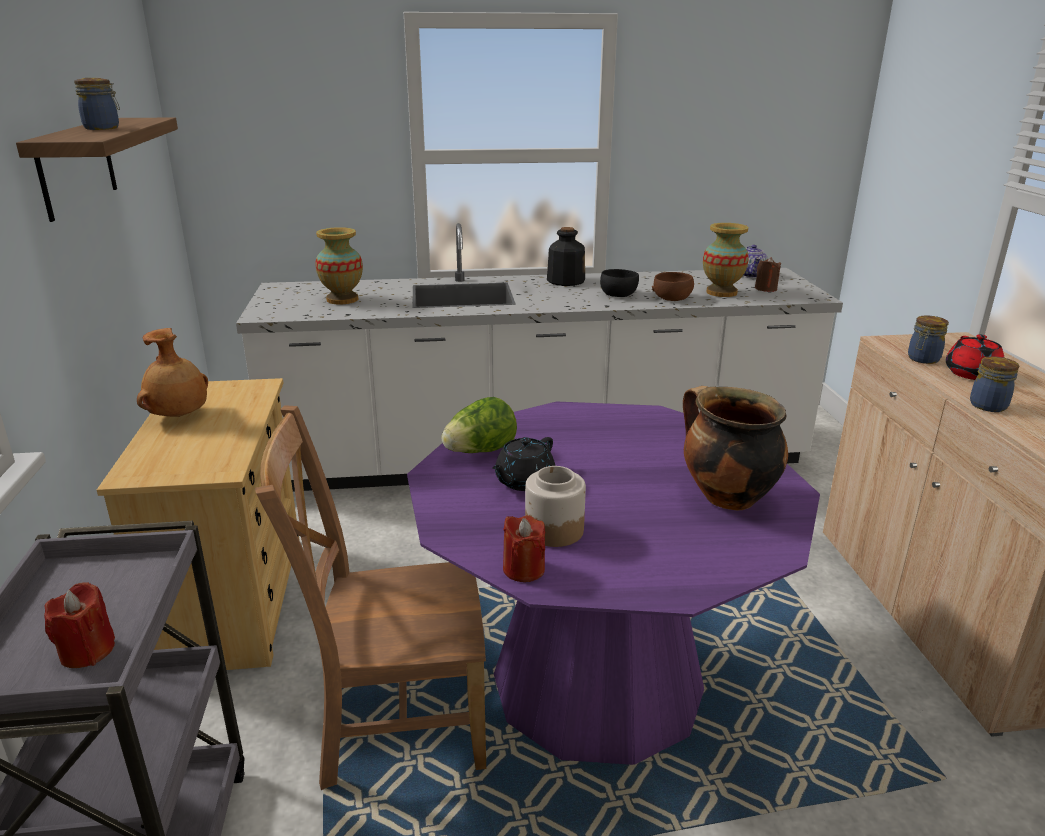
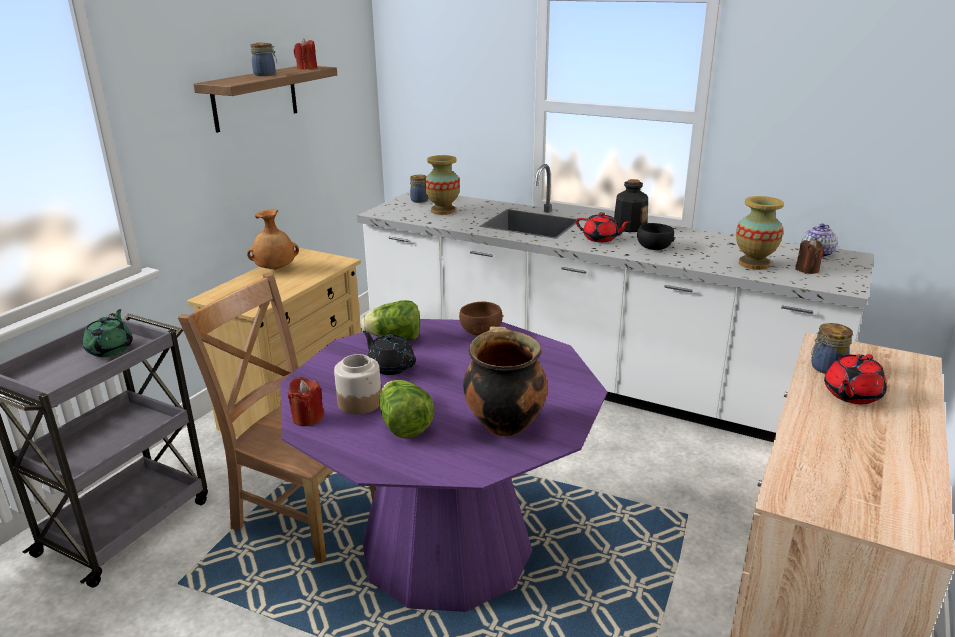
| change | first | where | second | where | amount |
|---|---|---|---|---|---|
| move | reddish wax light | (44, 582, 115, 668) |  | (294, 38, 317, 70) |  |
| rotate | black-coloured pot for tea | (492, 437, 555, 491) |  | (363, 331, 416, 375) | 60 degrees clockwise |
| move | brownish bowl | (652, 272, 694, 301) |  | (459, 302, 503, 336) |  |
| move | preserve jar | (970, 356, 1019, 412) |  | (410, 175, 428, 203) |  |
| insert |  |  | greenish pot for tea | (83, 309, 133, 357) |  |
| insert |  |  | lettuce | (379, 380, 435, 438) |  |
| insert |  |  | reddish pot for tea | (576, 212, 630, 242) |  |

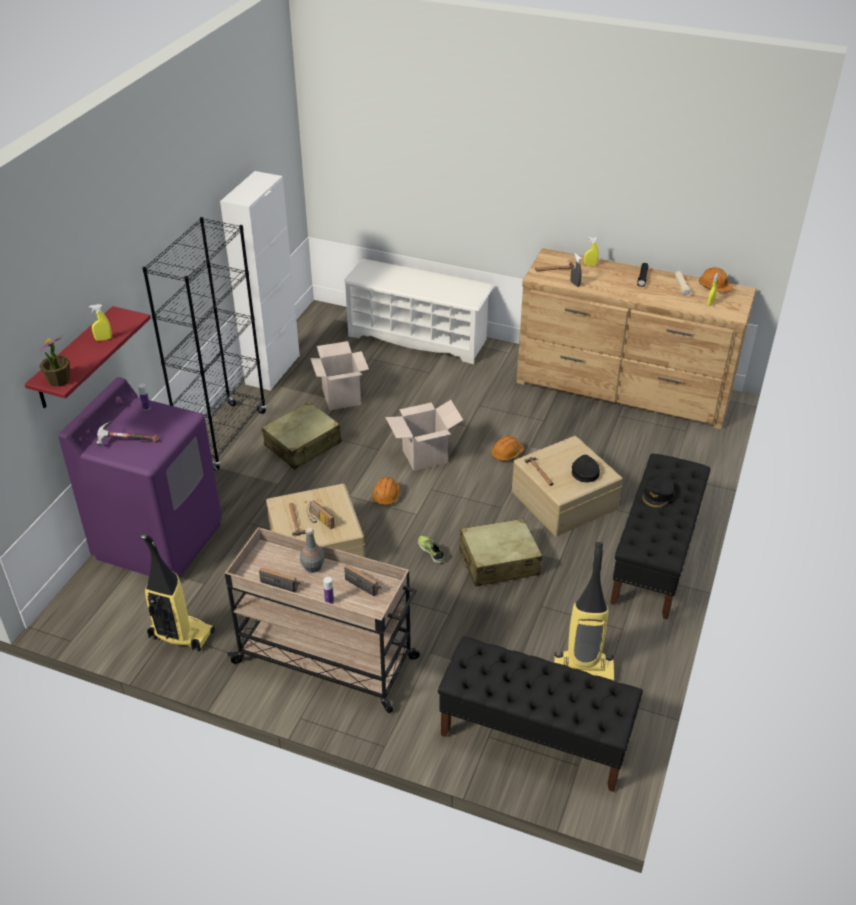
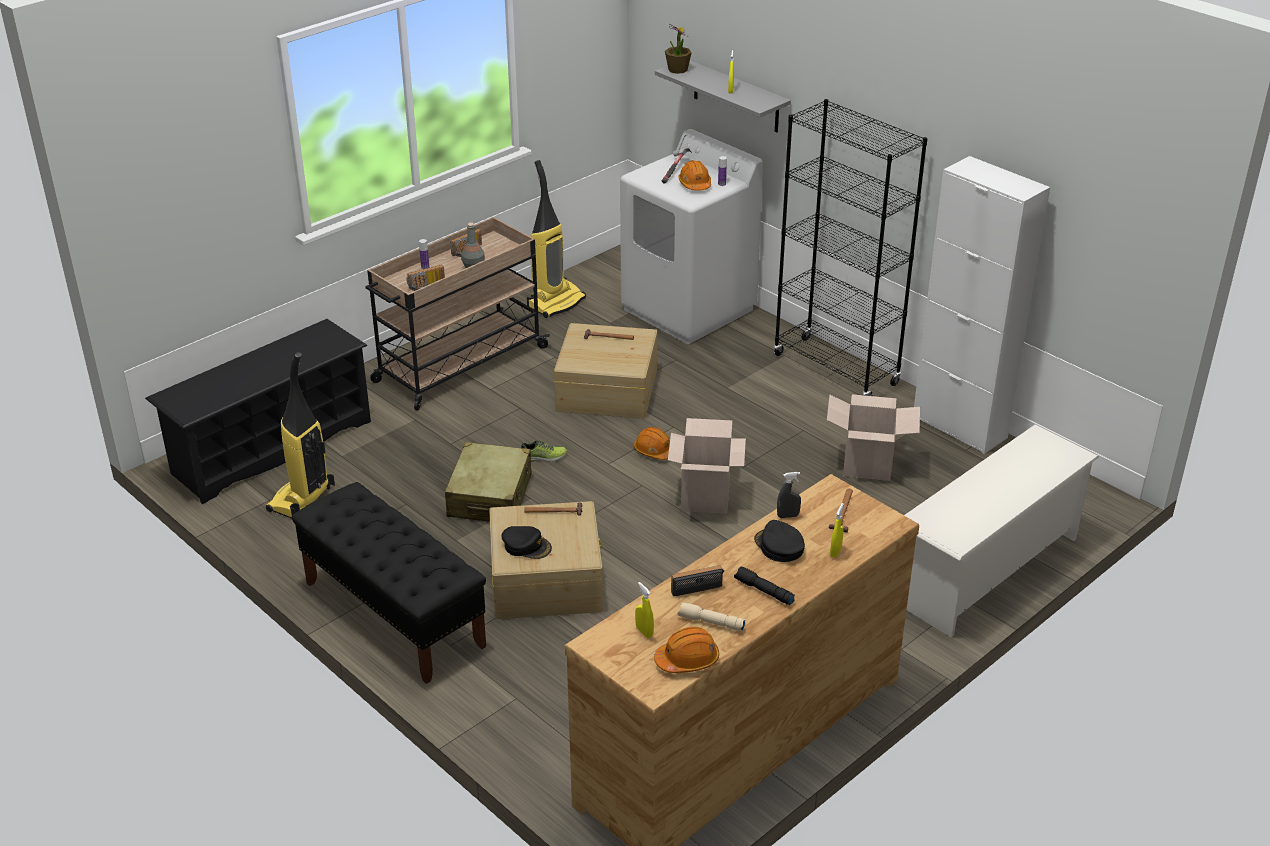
| change | first | where | second | where | amount |
|---|---|---|---|---|---|
| recolor | reddish wall shelf | (25, 306, 151, 408) | grey wall shelf | (655, 61, 791, 132) |  |
| recolor | purple-coloured laundry appliance | (58, 377, 222, 578) | whitish laundry appliance | (620, 129, 763, 344) |  |
| delete | sand-coloured piece of luggage | (262, 401, 341, 470) |  |  |  |
| move | radio receiver | (307, 500, 334, 529) |  | (671, 565, 725, 596) |  |
| replace | black-coloured long seat | (438, 636, 643, 792) | black-coloured shoe stand | (145, 319, 371, 504) |  |
| move | orange hard hat | (491, 436, 524, 461) |  | (678, 160, 711, 191) |  |
| move | black-coloured baseball cap | (642, 477, 674, 508) |  | (754, 520, 805, 562) |  |

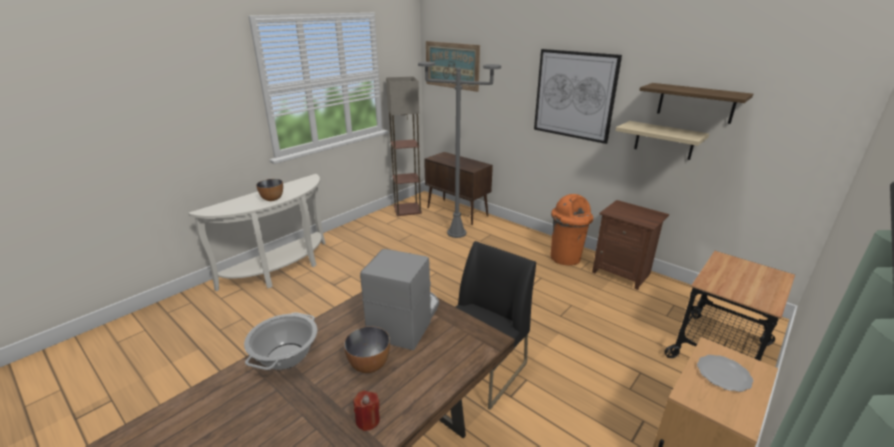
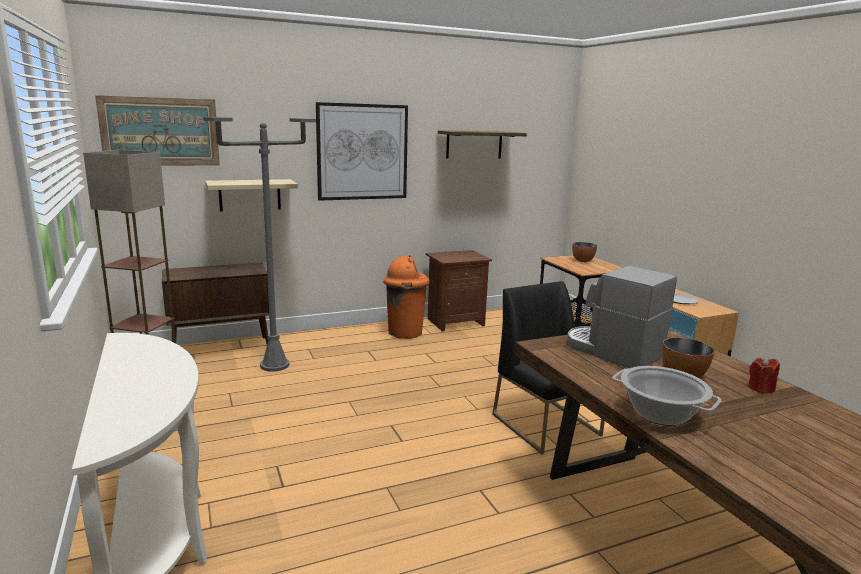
| change | first | where | second | where | amount |
|---|---|---|---|---|---|
| move | bowl | (256, 179, 283, 201) |  | (572, 242, 597, 262) |  |
| move | sand-coloured wall shelf | (615, 121, 709, 160) |  | (205, 179, 298, 211) |  |

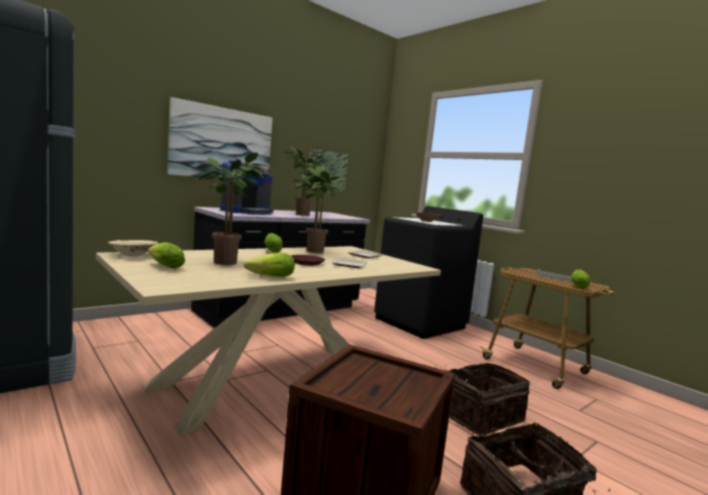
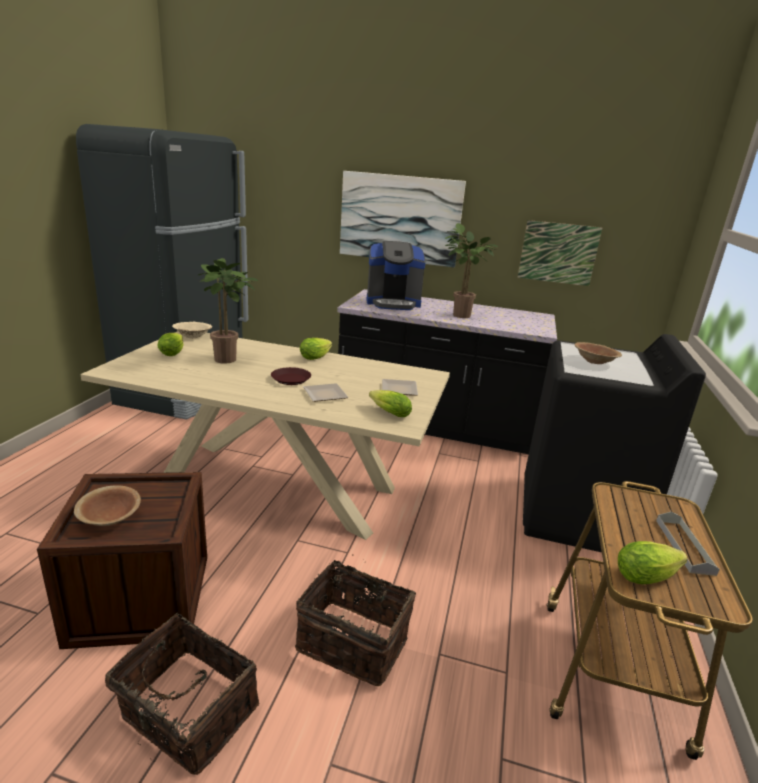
| change | first | where | second | where | amount |
|---|---|---|---|---|---|
| move | lettuce | (244, 253, 295, 277) |  | (369, 390, 412, 417) |  |
| delete | houseplant | (293, 166, 343, 253) |  |  |  |
| insert |  |  | brownish bowl | (74, 485, 141, 526) |  |

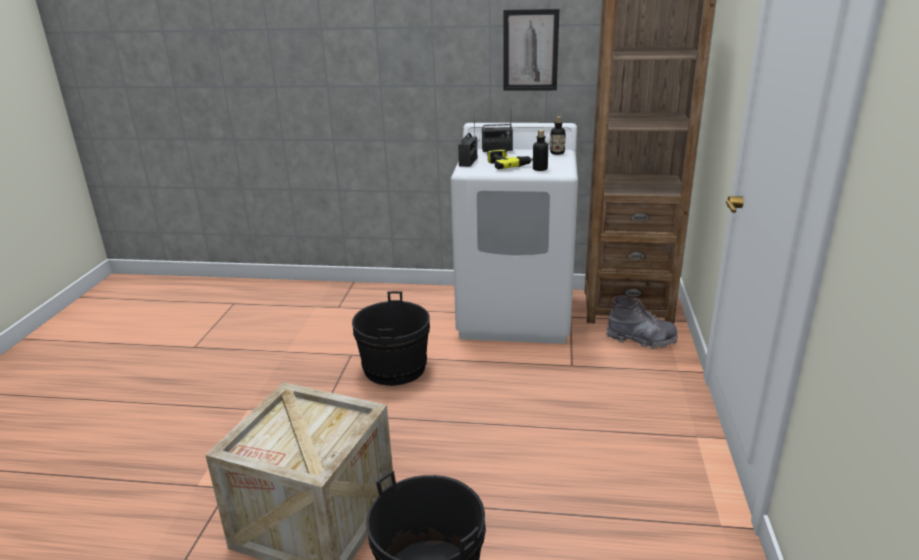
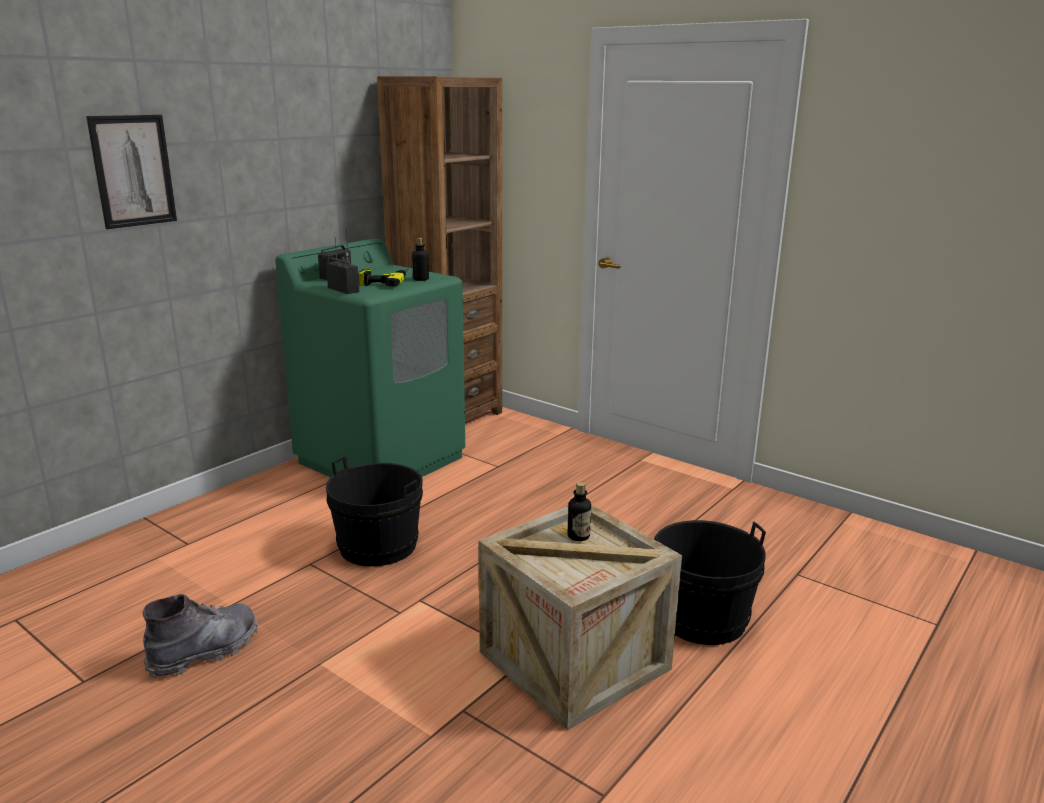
| change | first | where | second | where | amount |
|---|---|---|---|---|---|
| recolor | whitish laundry appliance | (451, 123, 578, 344) | greenish laundry appliance | (275, 238, 465, 477) |  |
| move | wall art | (503, 9, 560, 90) |  | (86, 115, 177, 229) |  |
| move | bottle | (550, 116, 566, 155) |  | (568, 482, 591, 541) |  |
| move | grey boot | (606, 295, 678, 349) |  | (143, 594, 258, 679) |  |

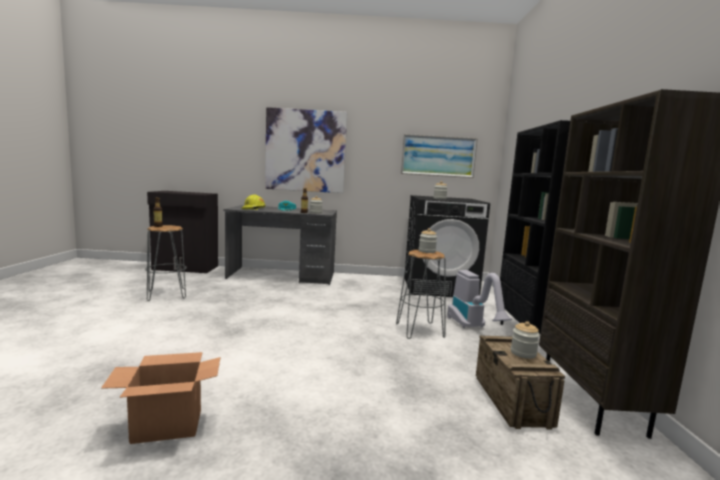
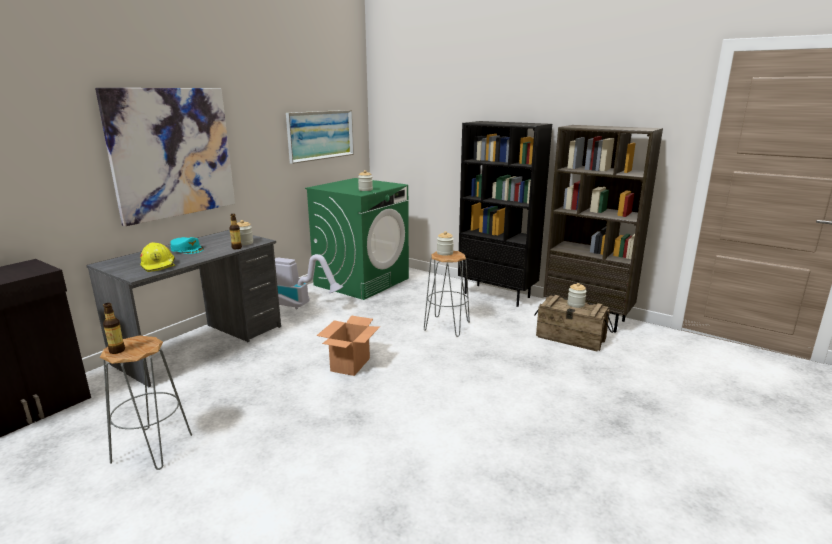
| change | first | where | second | where | amount |
|---|---|---|---|---|---|
| move | carton | (101, 352, 221, 444) |  | (316, 316, 380, 376) |  |
| recolor | black-coloured laundry appliance | (405, 195, 490, 297) | greenish laundry appliance | (305, 178, 409, 300) |  |
| move | hoover | (447, 270, 512, 328) |  | (275, 254, 343, 309) |  |

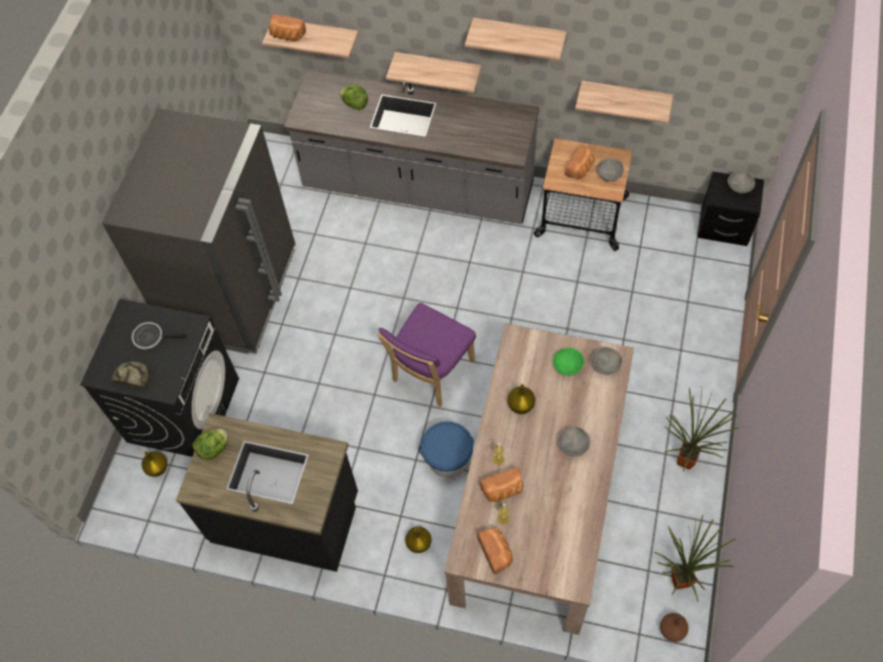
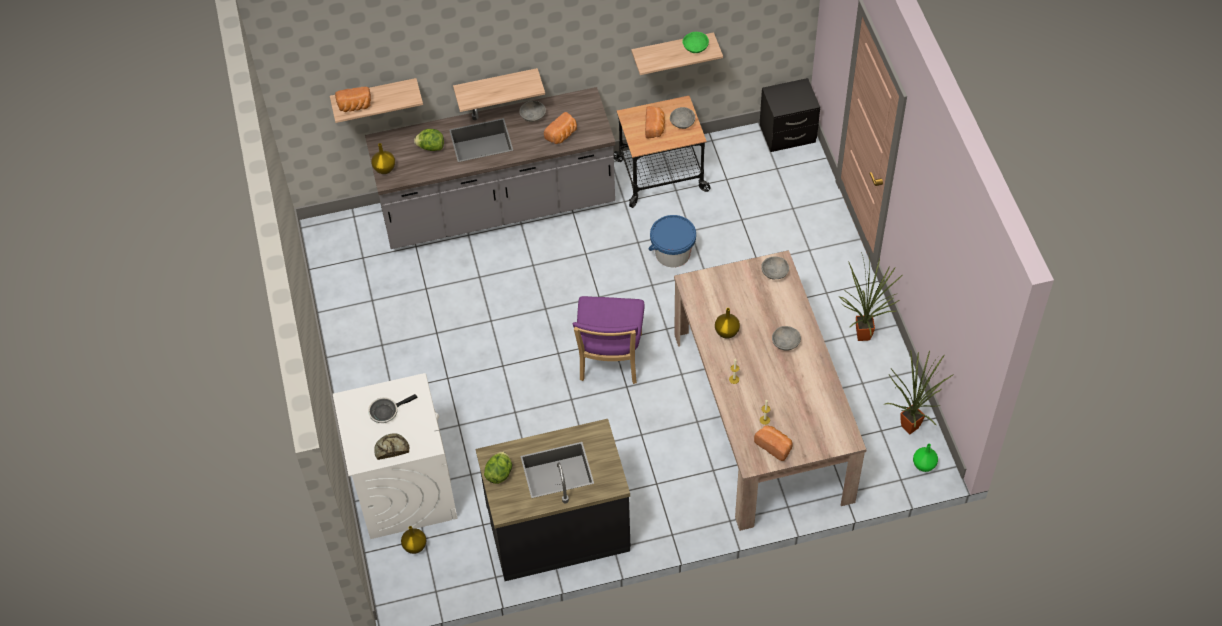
| change | first | where | second | where | amount |
|---|---|---|---|---|---|
| recolor | black-coloured laundry appliance | (80, 299, 239, 457) | whitish laundry appliance | (333, 373, 457, 539) |  |
| delete | grey refrigerator | (102, 108, 296, 354) |  |  |  |
| move | yellow-coloured decorative vase | (405, 526, 432, 553) |  | (371, 143, 395, 174) |  |
| move | bluish pail | (419, 421, 474, 478) |  | (648, 215, 696, 268) |  |
| delete | wall shelf | (465, 18, 567, 61) |  |  |  |
| move | baked bread | (479, 467, 523, 502) |  | (544, 112, 577, 144) |  |
| move | greenish bowl | (553, 348, 584, 376) |  | (682, 32, 709, 53) |  |
| recolor | brownish decorative vase | (660, 613, 688, 642) | greenish decorative vase | (913, 444, 938, 472) |  |
| move | grey bowl | (727, 171, 755, 194) |  | (519, 101, 546, 122) |  |

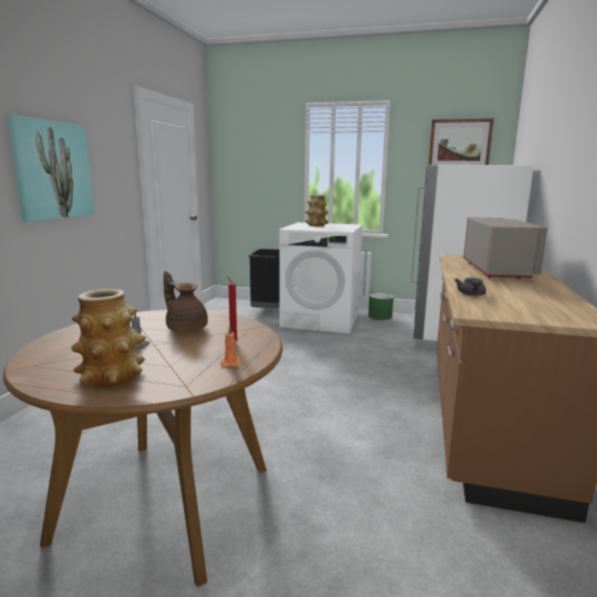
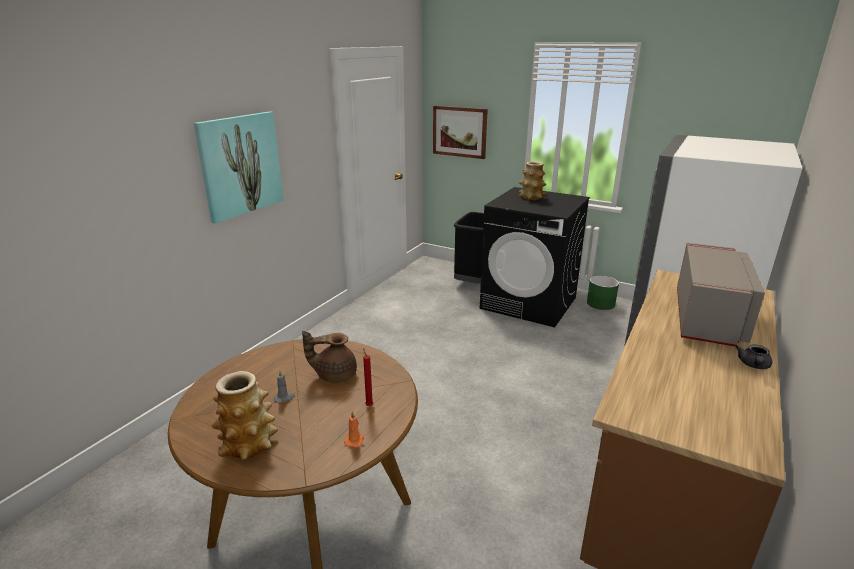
| change | first | where | second | where | amount |
|---|---|---|---|---|---|
| rotate | brownish pot for tea | (163, 271, 208, 332) |  | (302, 331, 357, 383) | 60 degrees counterclockwise |
| recolor | whitish laundry appliance | (279, 222, 363, 334) | black-coloured laundry appliance | (480, 187, 590, 327) |  |
| move | wall art | (428, 118, 494, 165) |  | (433, 106, 488, 159) |  |
| move | grey pot for tea | (455, 277, 486, 296) |  | (736, 344, 772, 369) |  |

